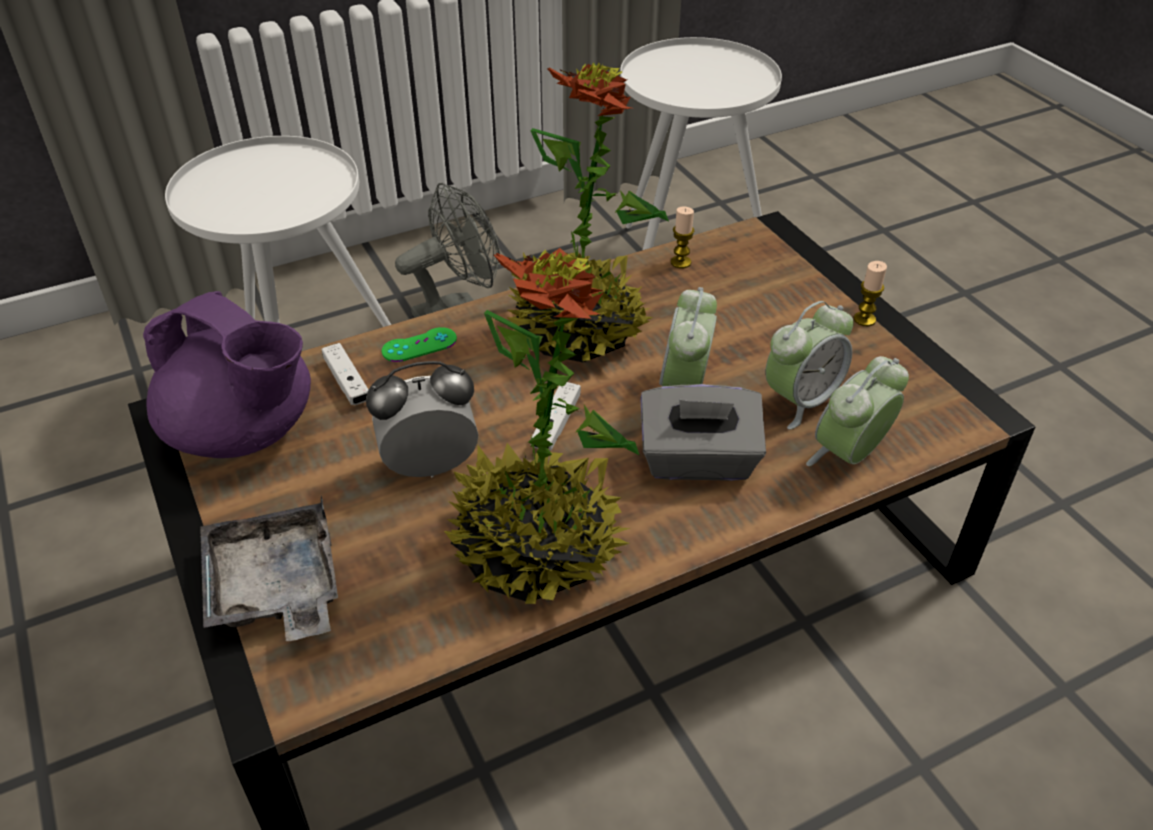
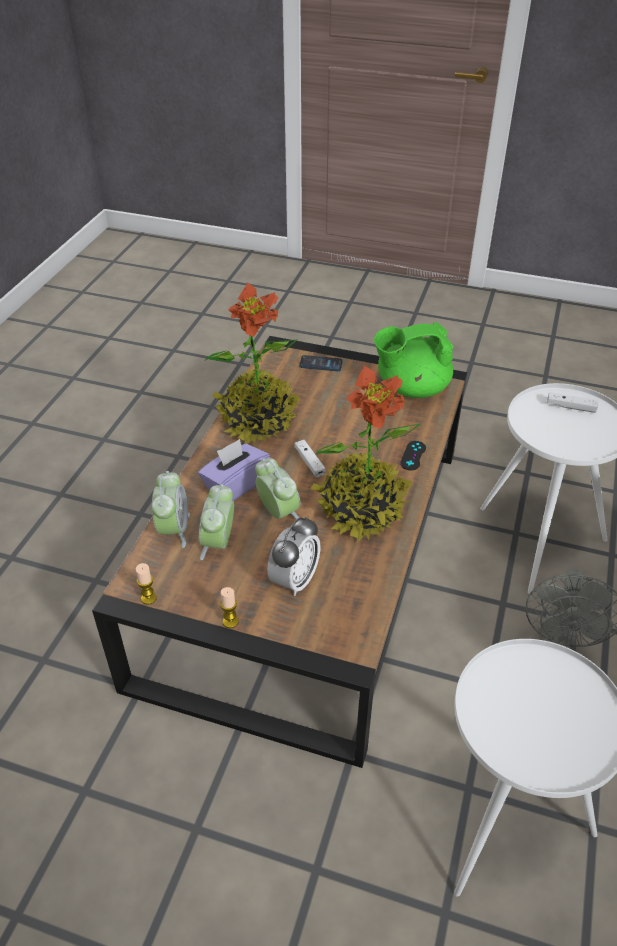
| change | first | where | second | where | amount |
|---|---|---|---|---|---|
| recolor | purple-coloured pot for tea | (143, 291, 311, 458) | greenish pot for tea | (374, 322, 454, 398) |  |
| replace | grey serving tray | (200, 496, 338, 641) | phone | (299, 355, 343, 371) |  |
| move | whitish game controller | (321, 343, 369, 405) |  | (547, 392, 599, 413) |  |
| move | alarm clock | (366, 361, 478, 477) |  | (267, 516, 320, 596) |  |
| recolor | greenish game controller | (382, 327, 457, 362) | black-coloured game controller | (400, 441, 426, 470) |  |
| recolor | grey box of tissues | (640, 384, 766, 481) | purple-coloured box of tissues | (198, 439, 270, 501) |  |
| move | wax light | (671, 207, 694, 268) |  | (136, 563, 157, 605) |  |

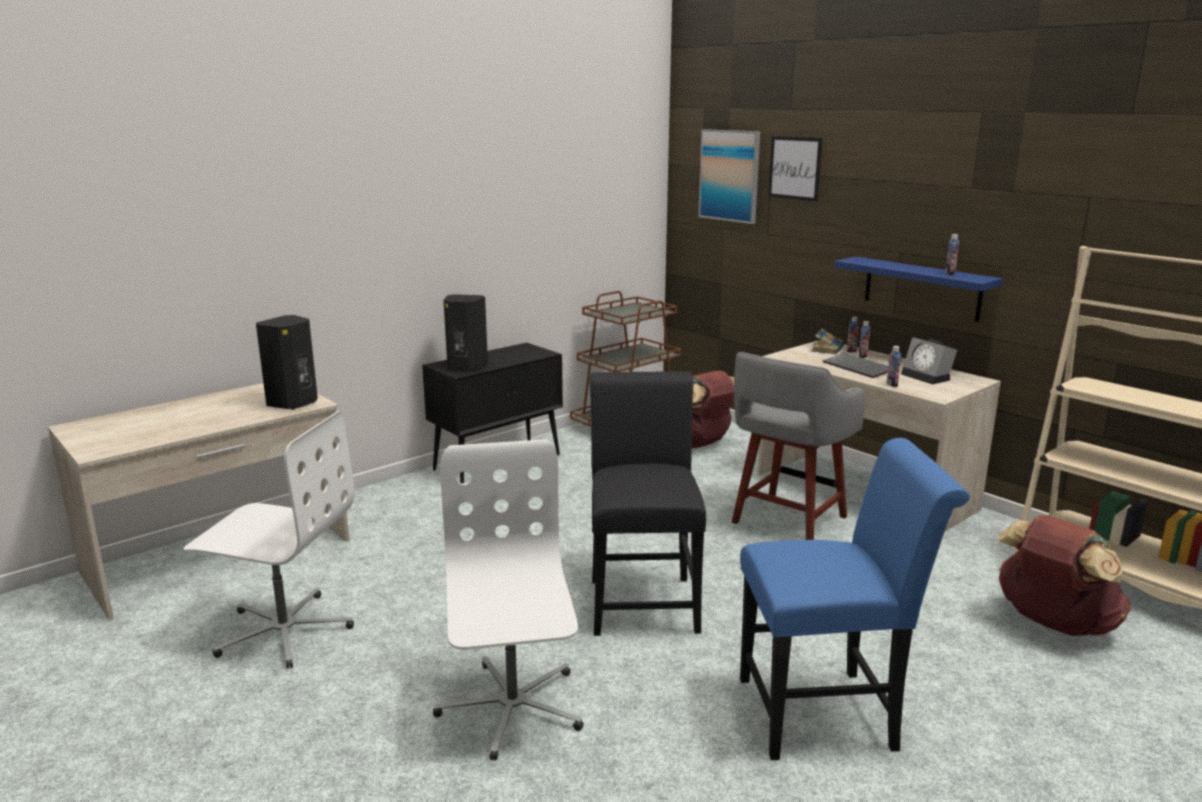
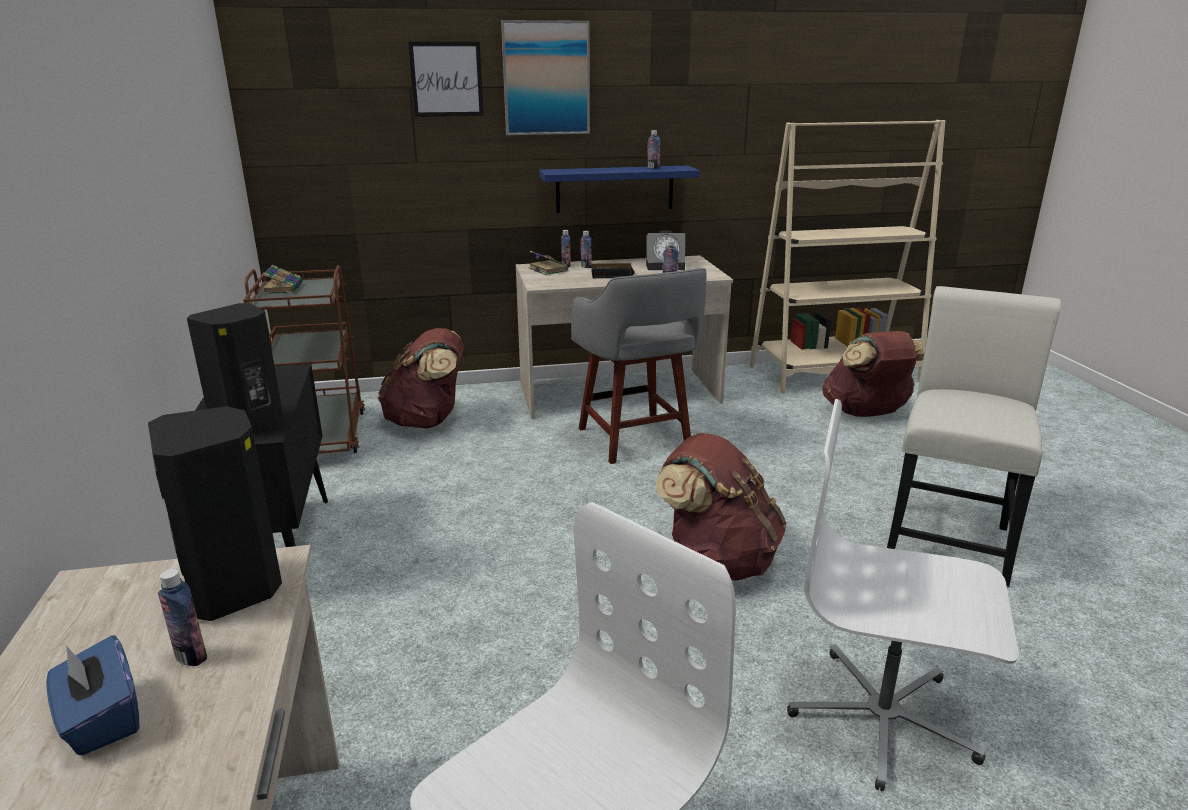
| change | first | where | second | where | amount |
|---|---|---|---|---|---|
| replace | black-coloured upright chair | (590, 371, 706, 636) | brownish backpack | (655, 433, 786, 580) |  |
| move | wall art | (698, 129, 760, 224) |  | (501, 20, 590, 135) |  |
| recolor | bluish upright chair | (740, 438, 970, 760) | whitish upright chair | (887, 286, 1061, 587) |  |
| replace | PC keyboard | (823, 353, 888, 378) | alarm clock | (592, 263, 635, 278) |  |
| insert |  |  | bluish box of tissues | (46, 635, 139, 756) |  |
| insert |  |  | bottle | (158, 569, 207, 666) |  |
| insert |  |  | volume | (262, 265, 303, 294) |  |

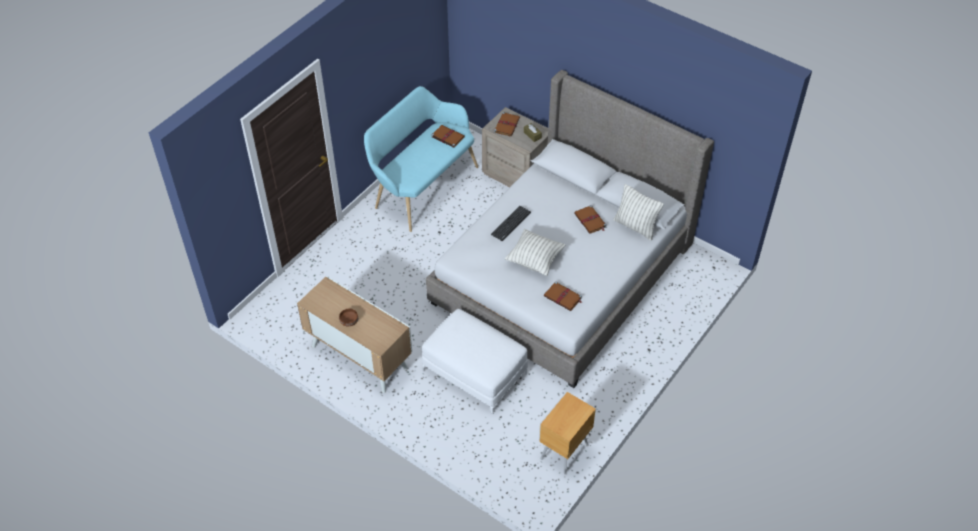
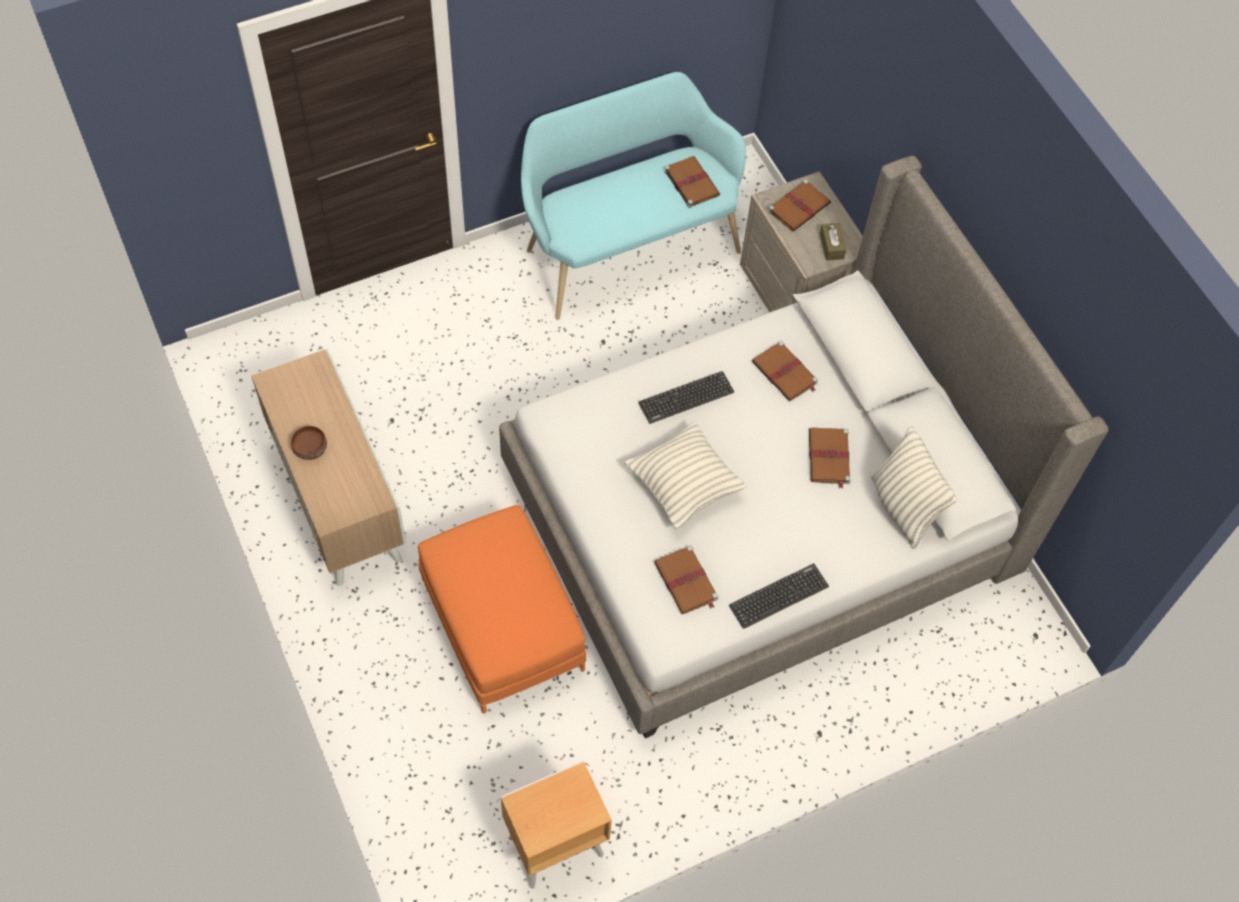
| change | first | where | second | where | amount |
|---|---|---|---|---|---|
| recolor | whitish footrest | (422, 309, 528, 414) | orange footrest | (418, 505, 586, 714) |  |
| insert |  |  | PC keyboard | (729, 563, 829, 629) |  |
| insert |  |  | brownish volume | (752, 341, 818, 401) |  |

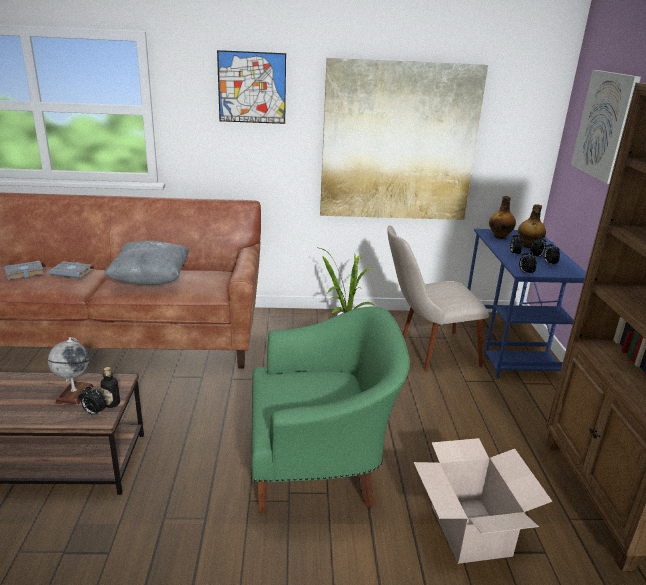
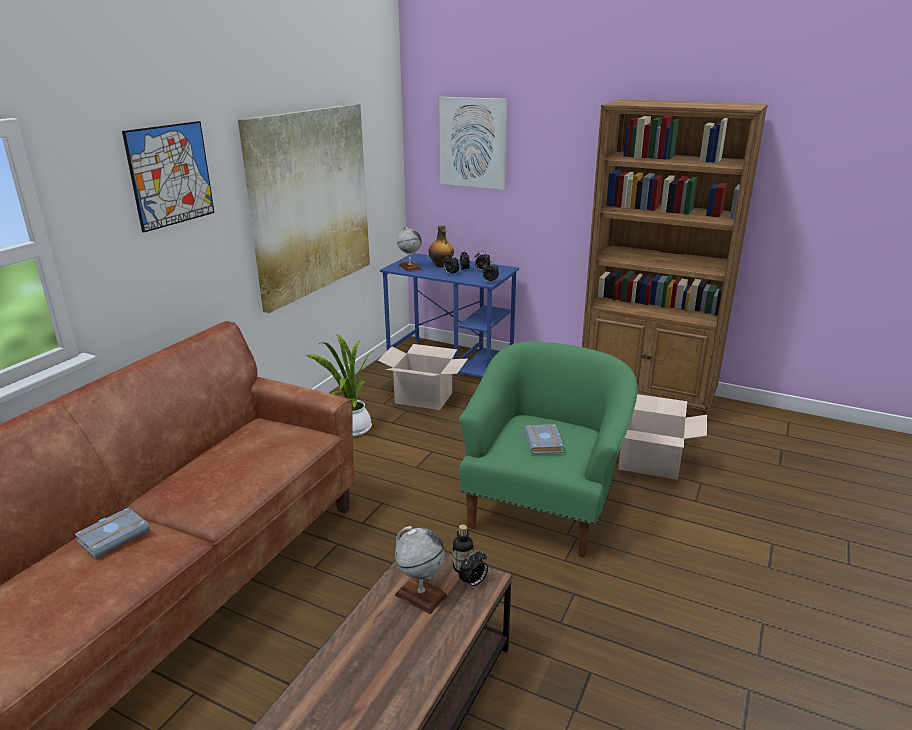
| change | first | where | second | where | amount |
|---|---|---|---|---|---|
| move | grey volume | (4, 261, 44, 280) |  | (524, 424, 564, 454) |  |
| delete | grey cushion | (103, 241, 190, 285) |  |  |  |
| replace | sand-coloured upright chair | (387, 225, 489, 372) | carton | (378, 344, 468, 410) |  |
| replace | bottle | (489, 196, 516, 239) | world globe | (397, 227, 422, 272) |  |

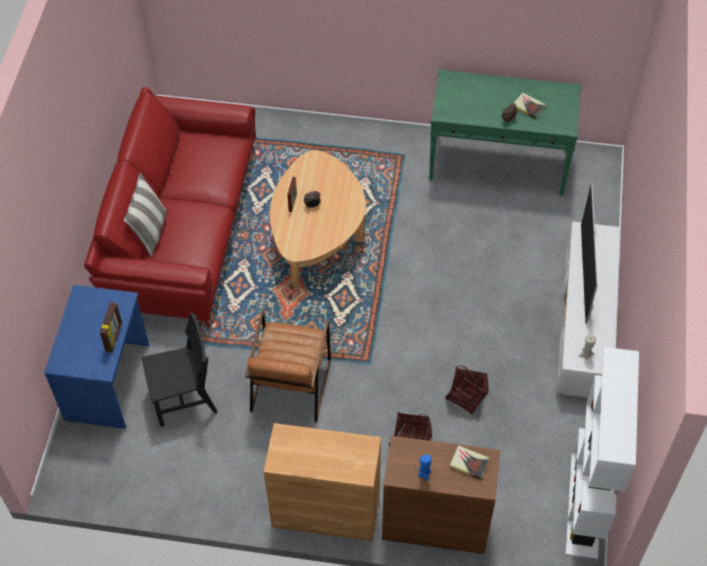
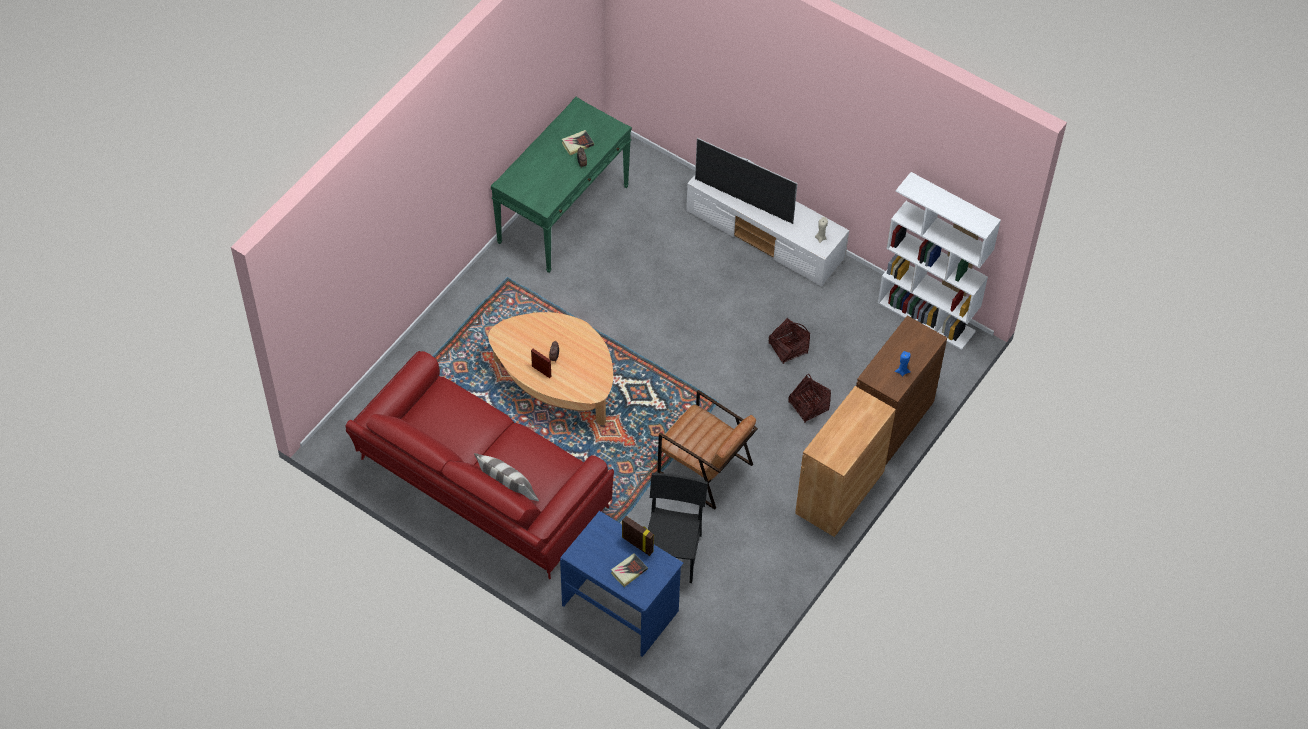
| change | first | where | second | where | amount |
|---|---|---|---|---|---|
| move | volume | (449, 446, 489, 479) |  | (611, 554, 648, 587) |  |

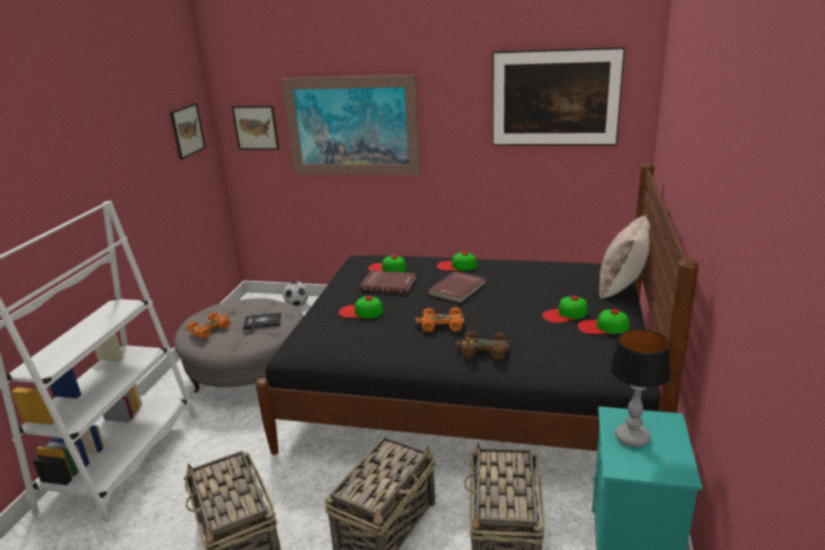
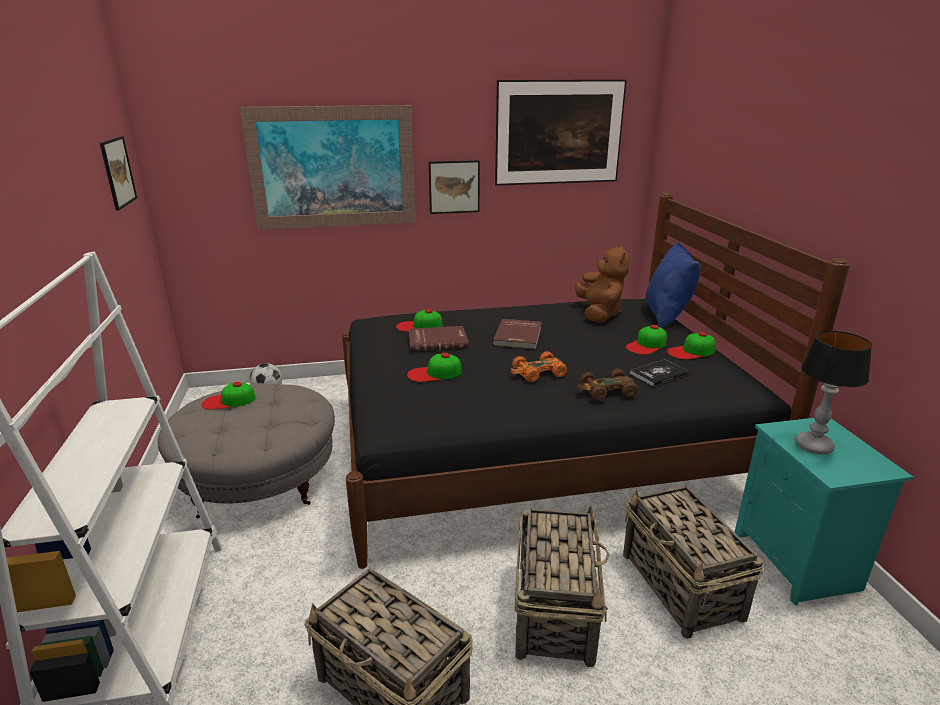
| change | first | where | second | where | amount |
|---|---|---|---|---|---|
| delete | orange toy car | (187, 312, 230, 339) |  |  |  |
| move | wall art | (232, 106, 279, 150) |  | (429, 160, 480, 214) |  |
| move | volume | (243, 312, 282, 330) |  | (630, 359, 689, 386) |  |
| move | baseball cap | (437, 251, 477, 271) |  | (202, 382, 255, 410) |  |
| recolor | sand-coloured cushion | (599, 215, 650, 299) | bluish cushion | (645, 242, 701, 328) |  |
| insert |  |  | brownish cuddly toy | (575, 245, 630, 323) |  |

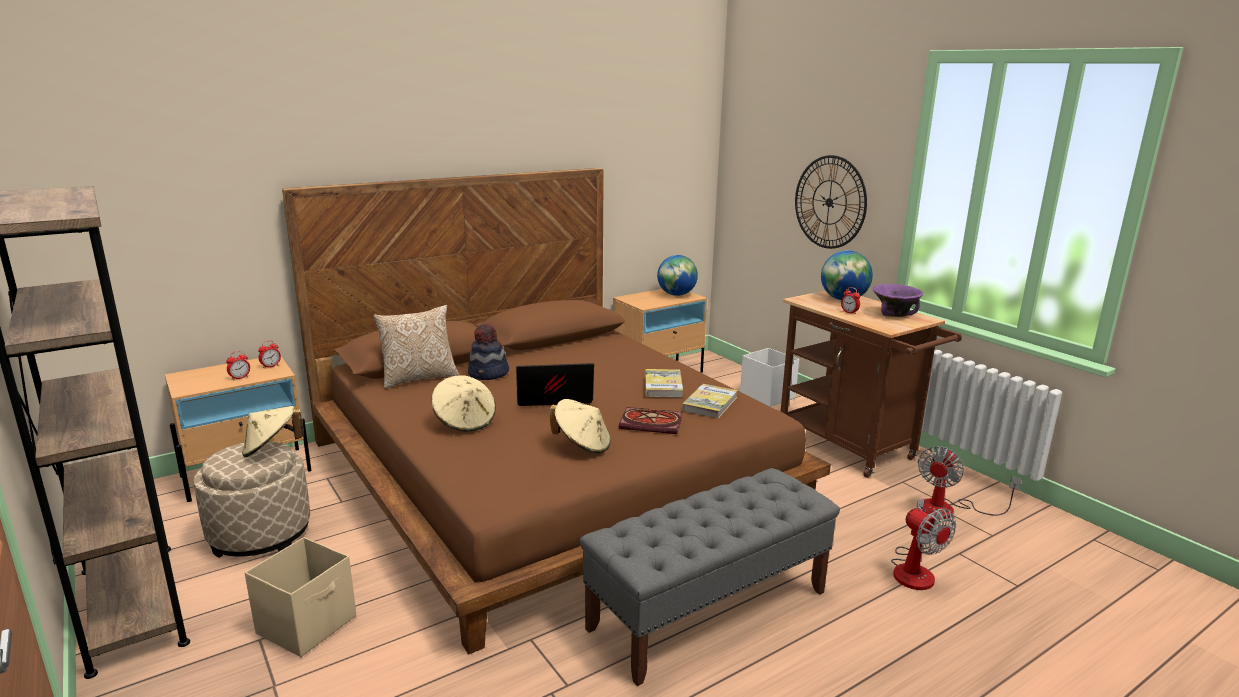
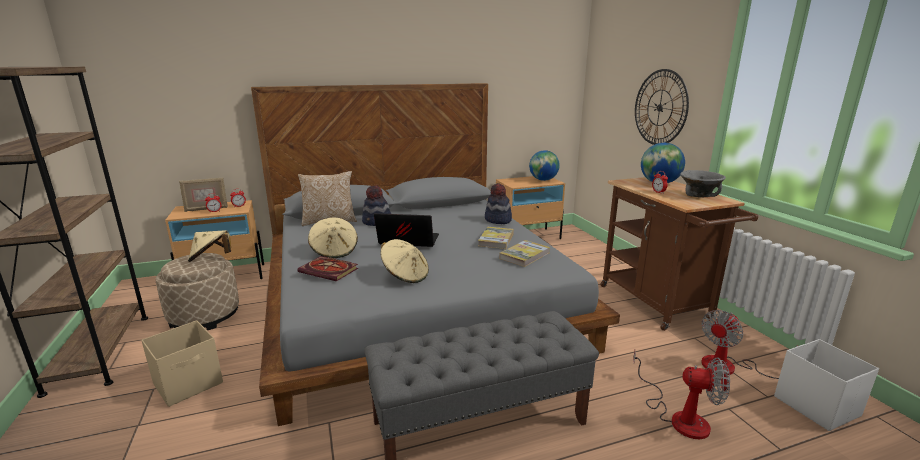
| change | first | where | second | where | amount |
|---|---|---|---|---|---|
| recolor | brownish sleeping bed | (282, 168, 831, 654) | grey sleeping bed | (251, 83, 620, 426) |  |
| move | volume | (619, 407, 682, 434) |  | (297, 256, 358, 281) |  |
| move | whitish storage box | (740, 348, 799, 407) |  | (774, 339, 879, 431) |  |
| recolor | purple-coloured bowl | (873, 284, 923, 317) | grey bowl | (680, 170, 726, 197) |  |
| rotate | fan | (891, 498, 956, 590) |  | (633, 351, 730, 439) | 60 degrees counterclockwise |
| insert |  |  | standing frame | (179, 178, 228, 212) |  |
| insert |  |  | clothing hat | (485, 183, 512, 224) |  |

